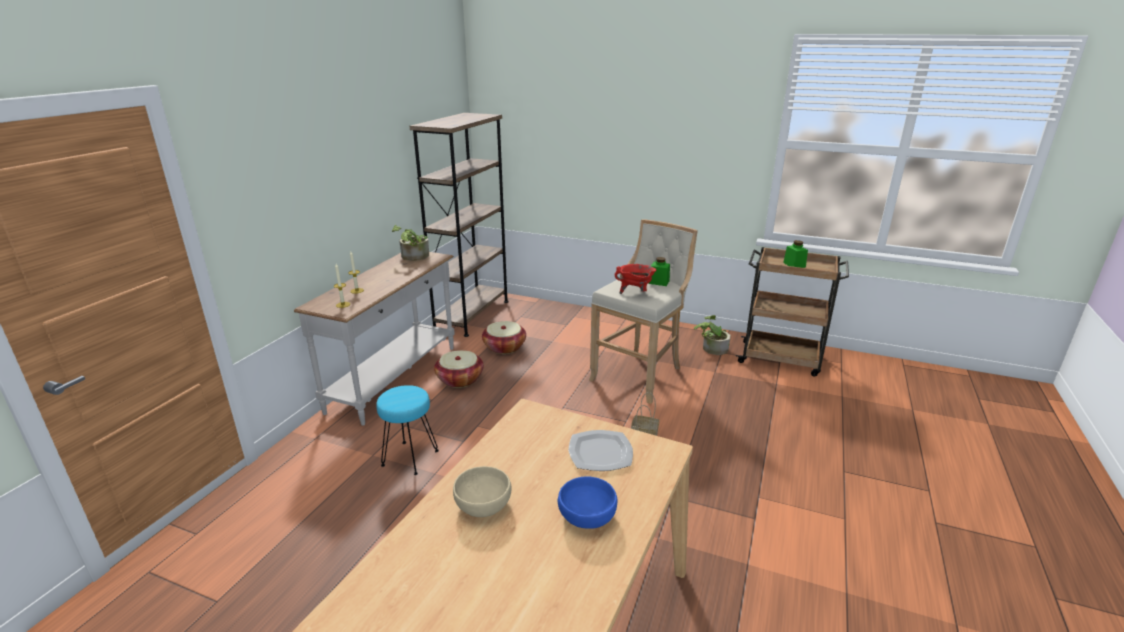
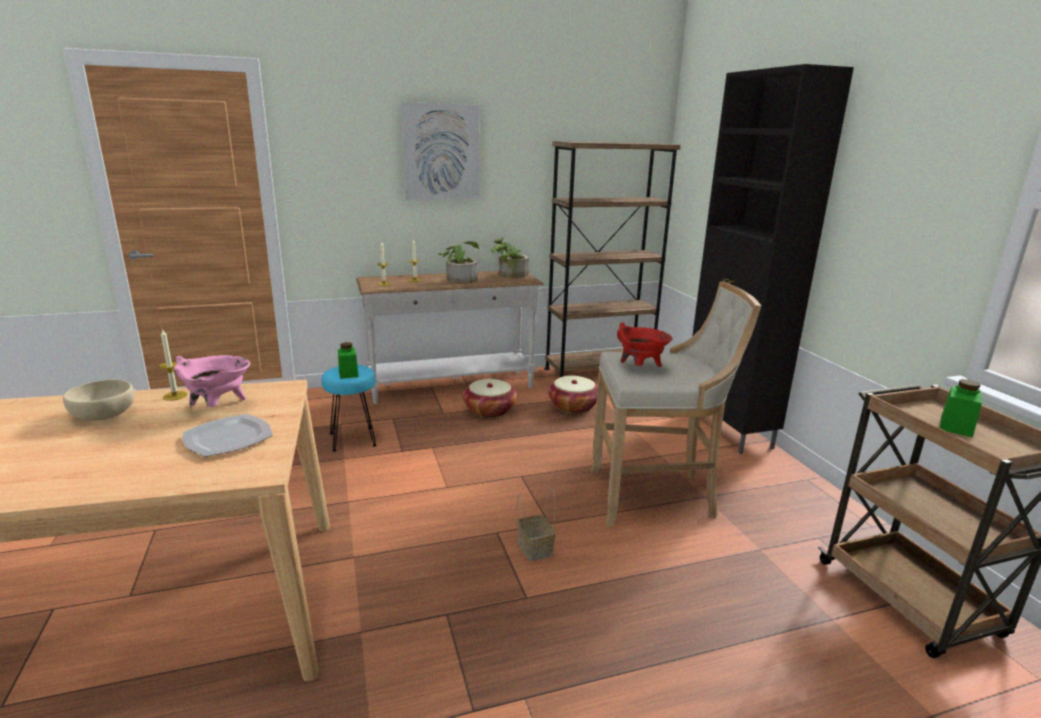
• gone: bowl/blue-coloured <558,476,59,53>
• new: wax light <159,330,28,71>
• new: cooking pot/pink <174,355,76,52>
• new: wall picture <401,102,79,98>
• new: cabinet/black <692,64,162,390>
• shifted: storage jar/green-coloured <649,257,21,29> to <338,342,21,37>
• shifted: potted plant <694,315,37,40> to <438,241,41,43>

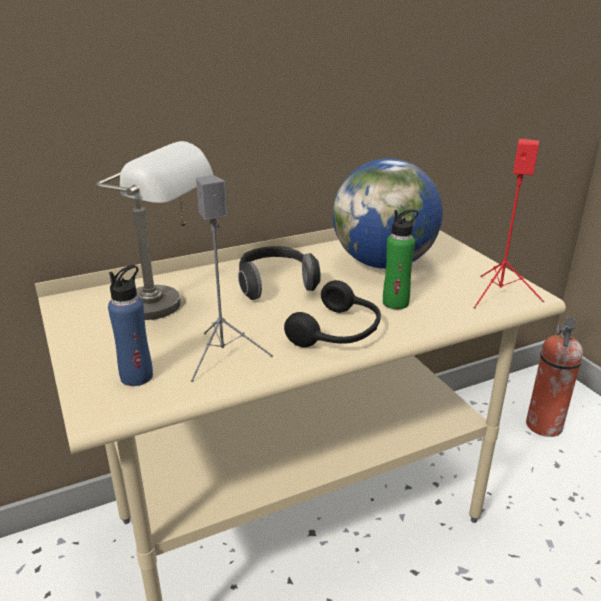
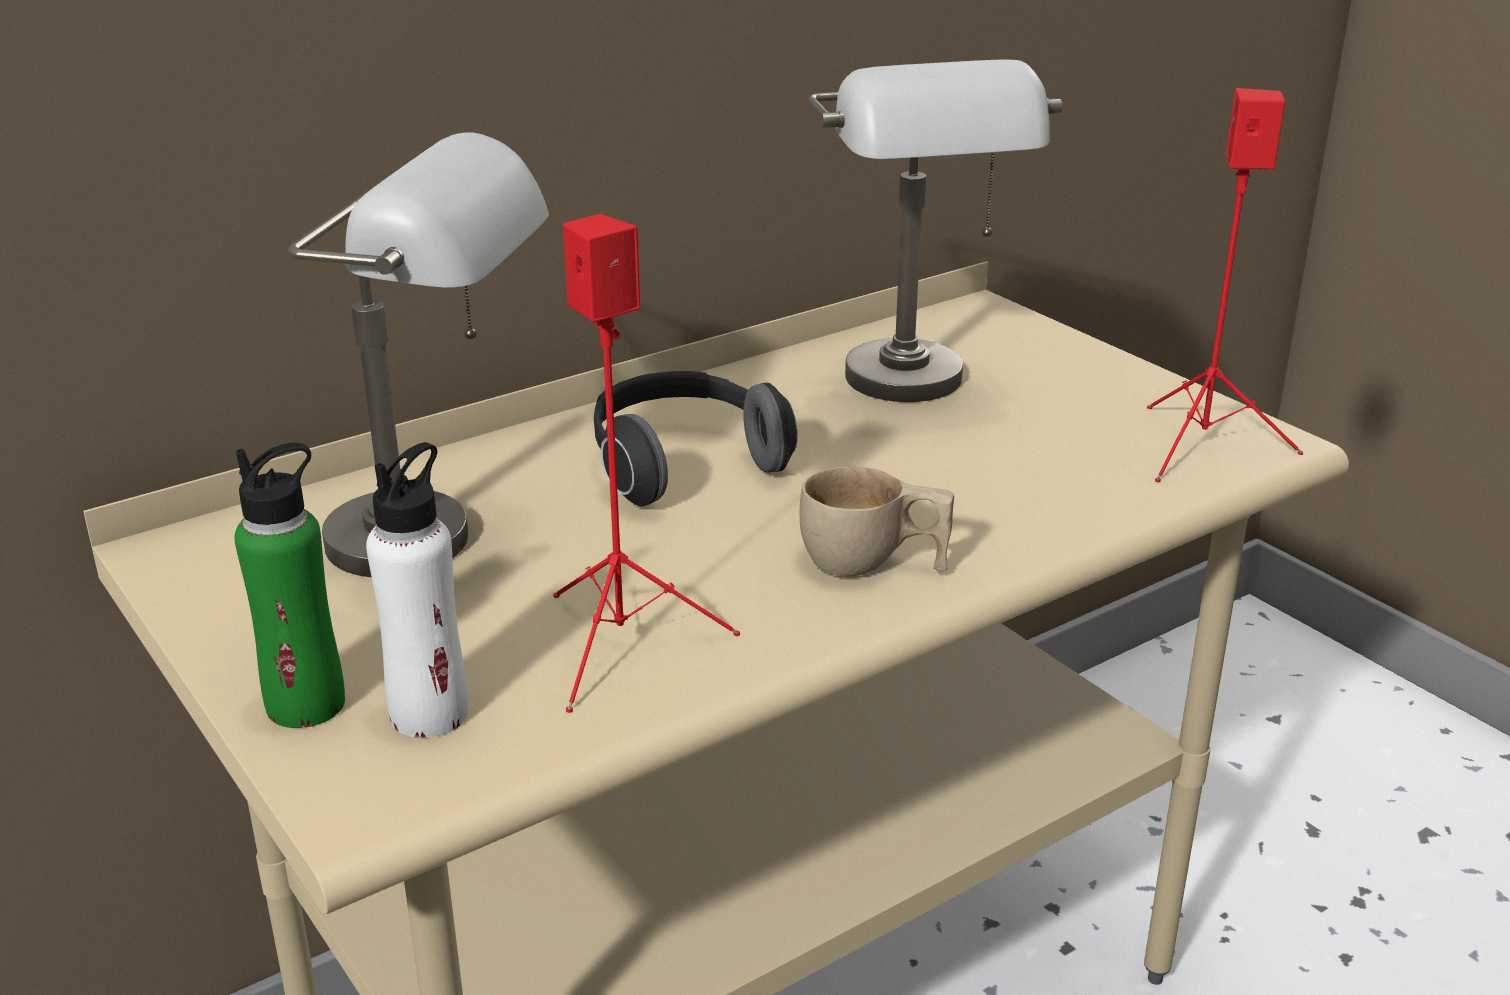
• gone: extinguisher <526,316,57,121>
• shifted: bottle/green-coloured <383,209,36,100> to <235,443,110,285>
• swapped: headset/black <284,280,97,67> to drinking cup/sand-coloured <800,466,154,110>
• swapped: desk globe <333,158,110,111> to table lamp/greyish <808,59,254,343>
• repainted: bottle/blue-coloured <108,265,45,121> to bottle/white <366,442,102,296>
• repainted: loudspeaker/greyish <191,175,82,207> to loudspeaker/red-coloured <553,214,187,499>

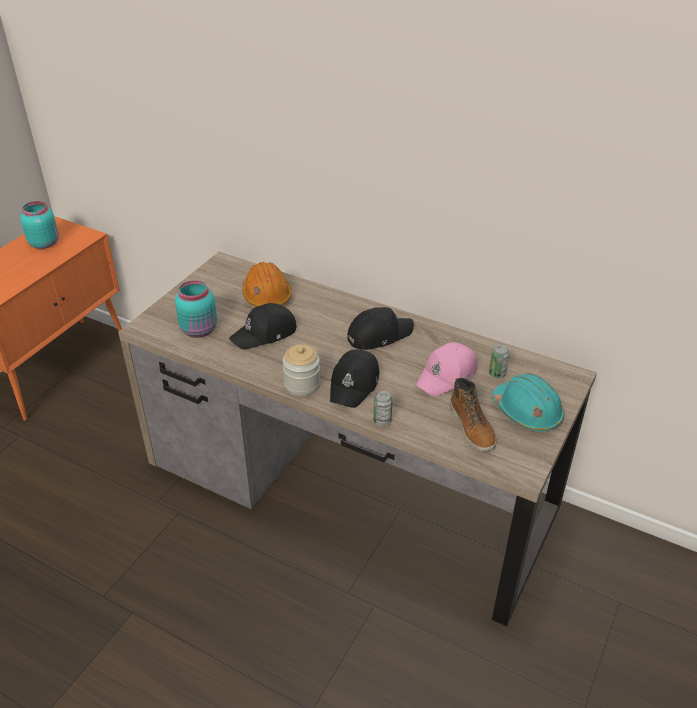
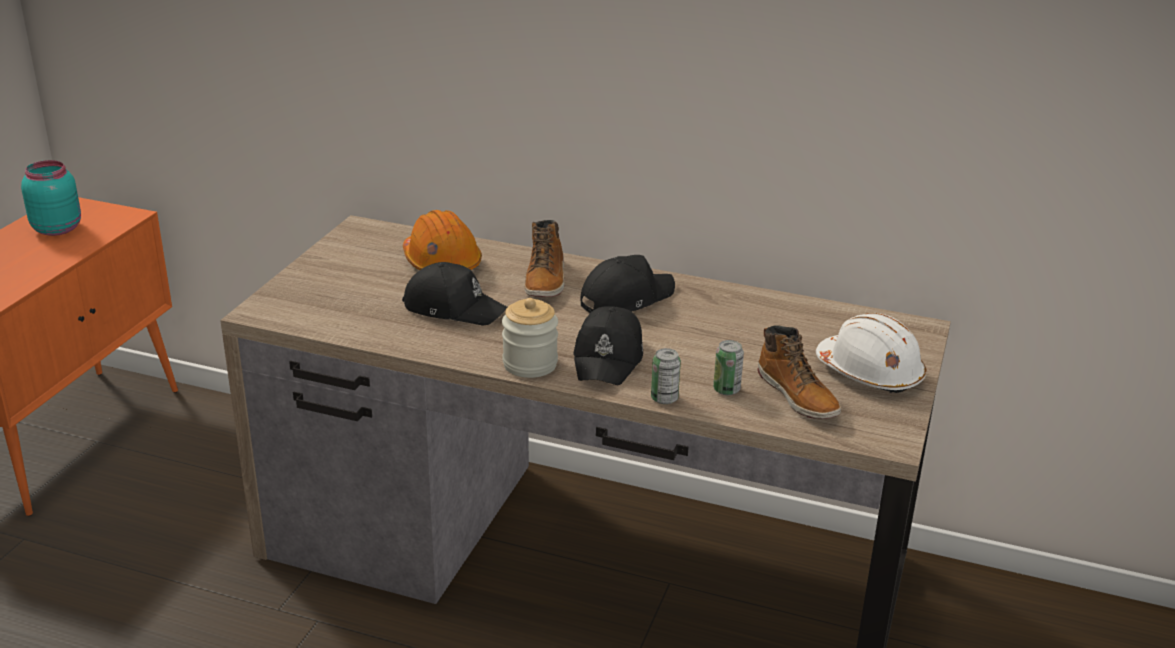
• gone: storage jar/blue-green <175,280,42,58>
• gone: cap/pink <416,342,61,55>
• new: high-top boot <525,220,39,77>
• shifted: metal can <489,345,20,33> to <713,340,31,55>
• repainted: work helmet/blue-green <492,373,72,59> to work helmet/white <816,313,110,80>
• rotated: cap/black <229,303,67,46> = <402,262,105,64> 120 degrees counterclockwise

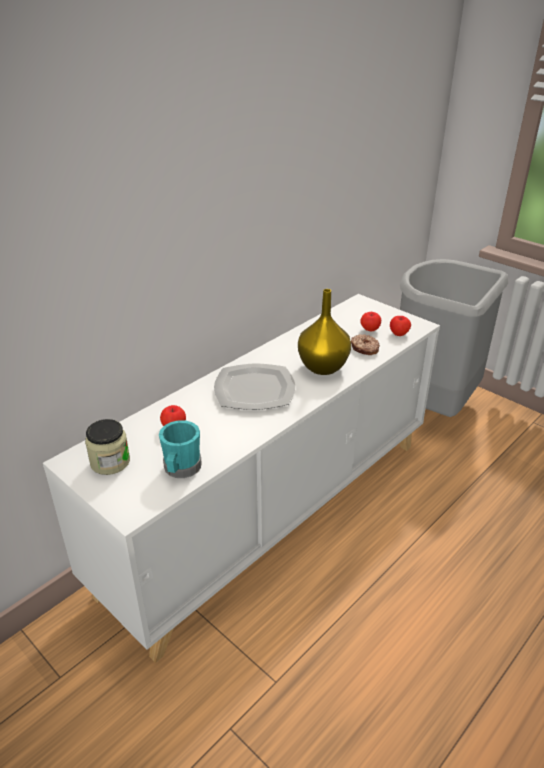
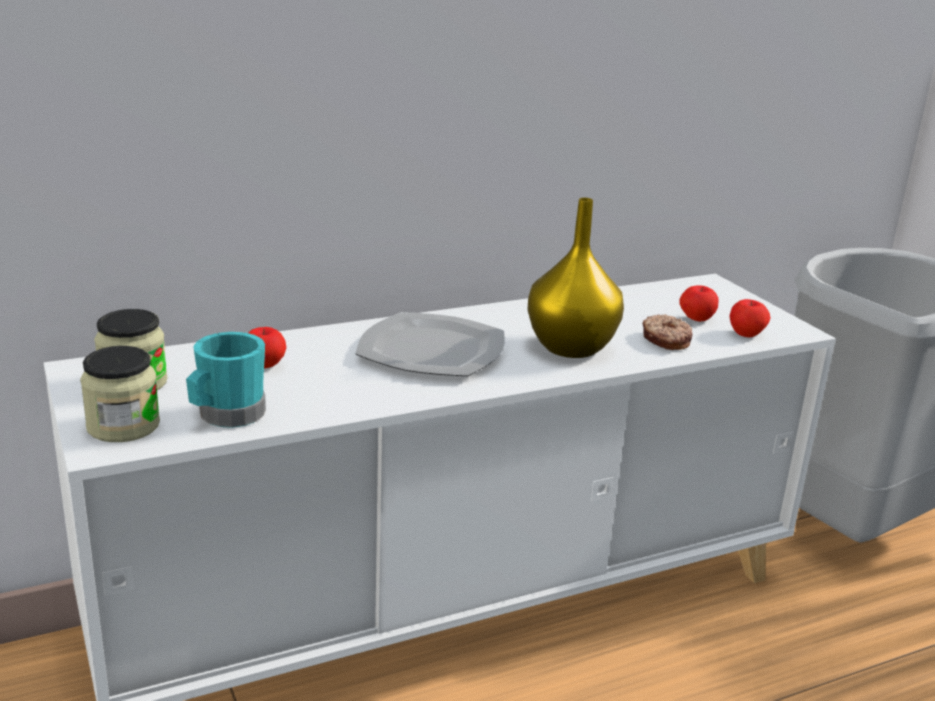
• new: storage jar <80,346,80,96>

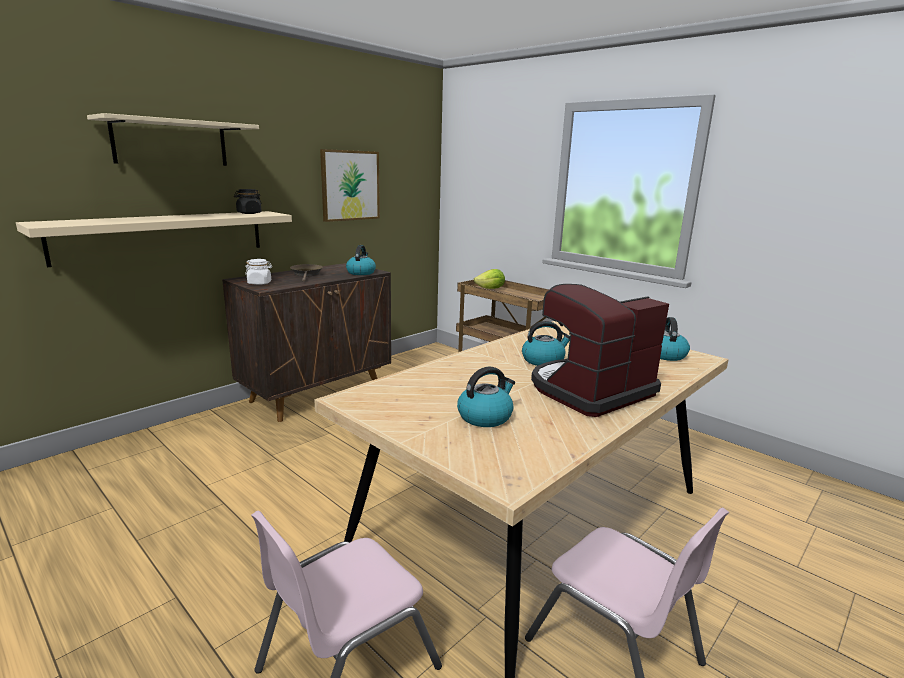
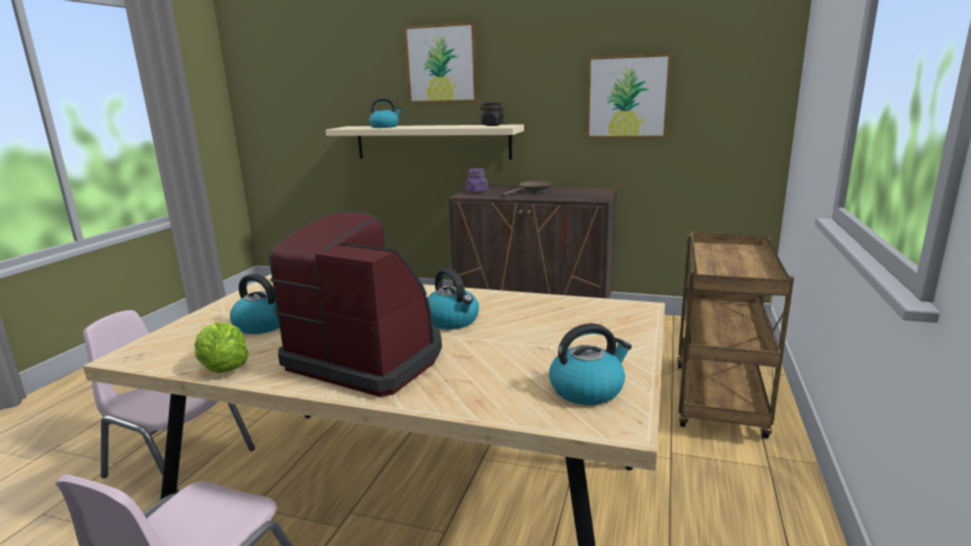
• shifted: tea kettle <346,245,30,30> to <369,98,33,30>
• shifted: lettuce head <474,269,31,20> to <195,322,54,51>
• swapped: shelf/sand-coloured <87,113,172,53> to wall picture <404,22,74,81>
• repainted: storage jar/white <245,259,27,26> to storage jar/purplish <465,168,23,25>

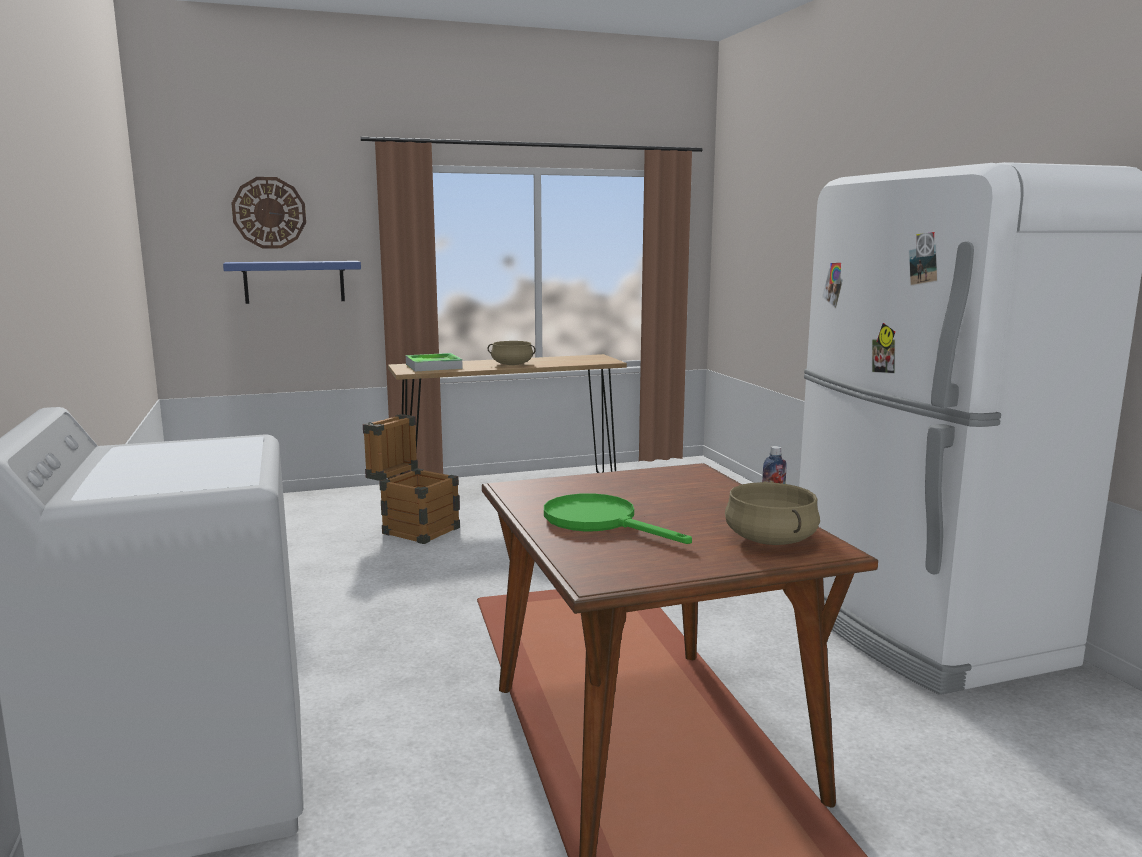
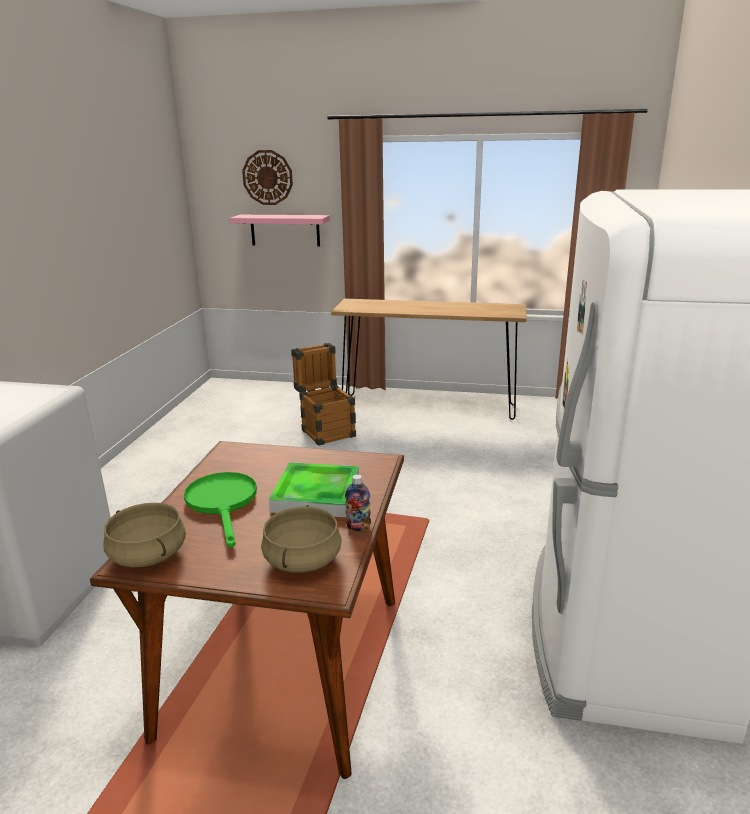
• shifted: serving tray <406,353,57,18> to <269,463,90,55>
• shifted: cooking pot/sand-coloured <488,341,48,24> to <104,503,82,64>
• repainted: shelf/blue-coloured <223,261,138,43> to shelf/pink <229,215,101,31>

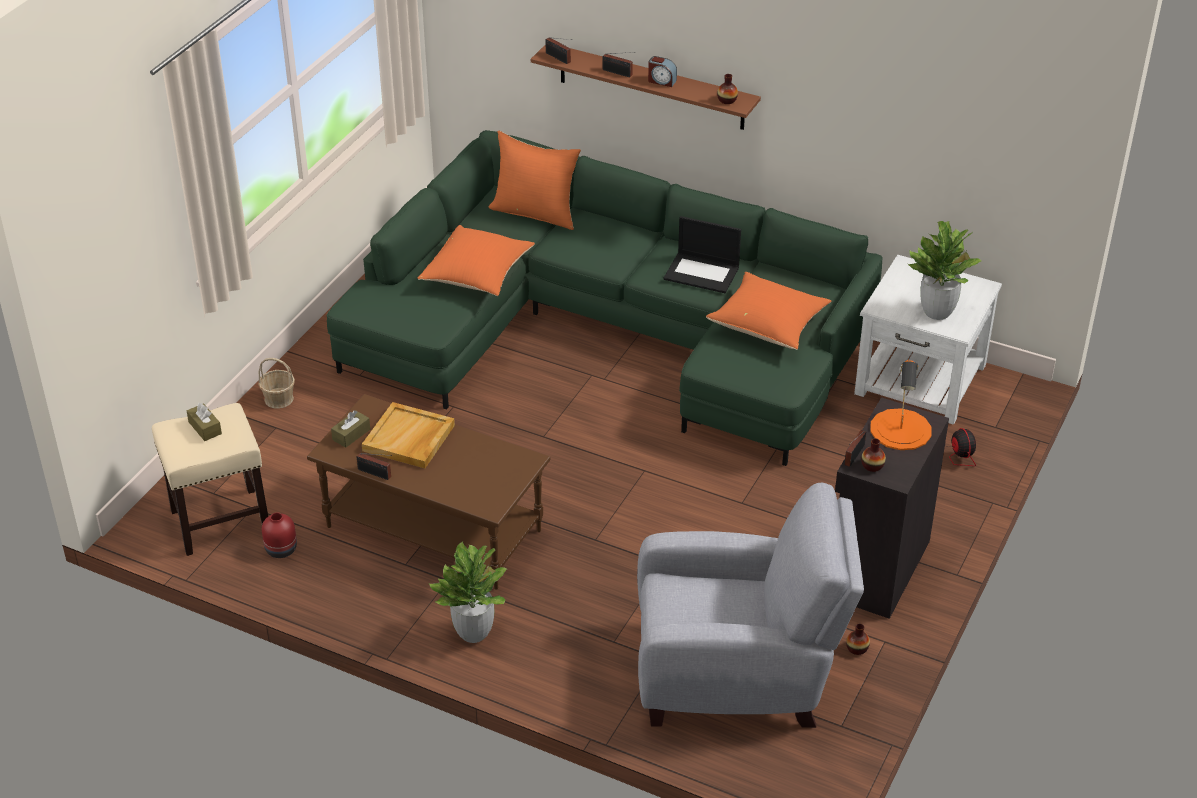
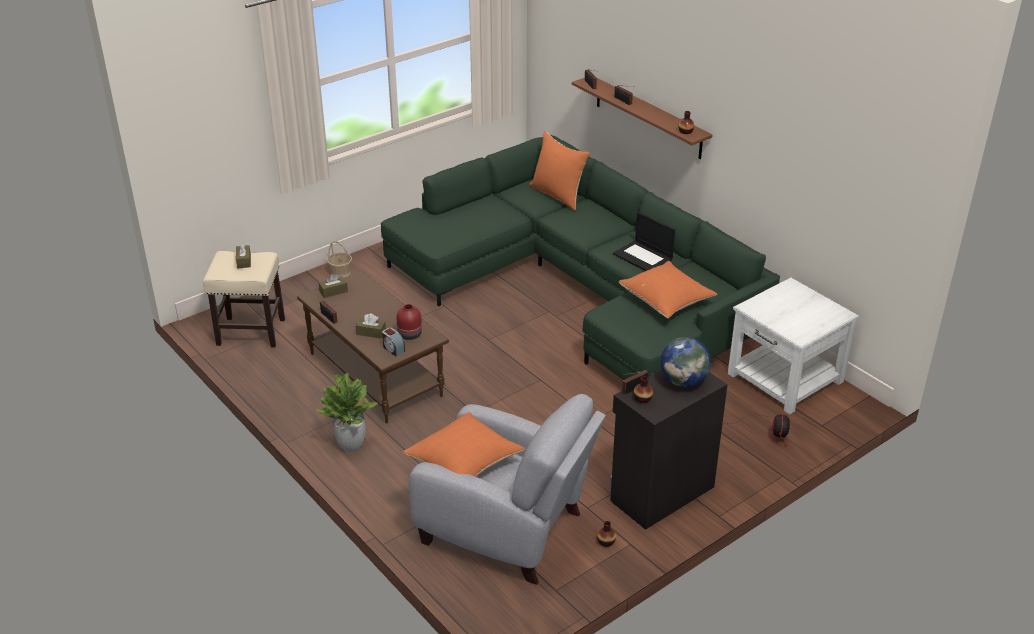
• gone: serving tray/sand-coloured <362,402,93,66>
• gone: potted plant <908,221,73,99>
• new: tissue holder/brownish <356,313,30,26>
• shifted: vase/red-coloured <262,512,35,46> to <396,304,26,36>
• shifted: pillow/orange <418,225,117,71> to <403,412,122,80>
• shifted: table clock <648,56,29,31> to <382,328,23,28>
• swapped: table lamp/orange <870,360,61,90> to desk globe <660,337,51,50>

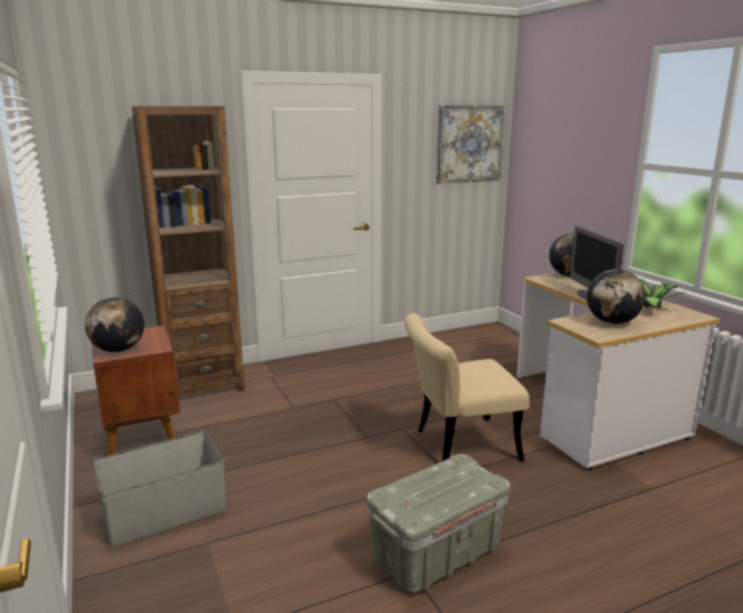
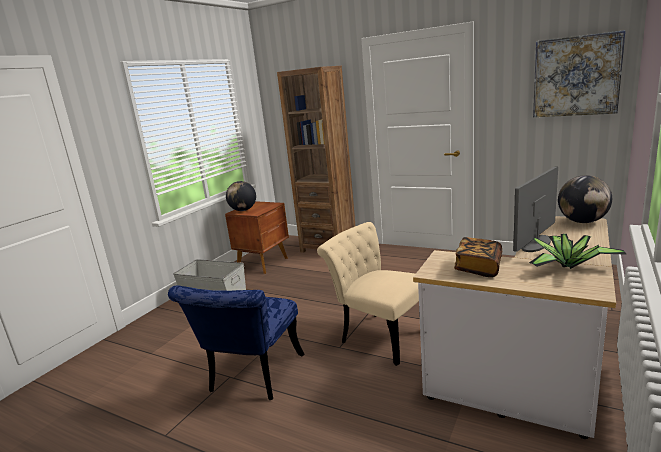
• swapped: storage box/greyish <367,454,143,138> to chair/blue-coloured <168,285,137,115>
• swapped: desk globe <587,269,59,55> to book <454,237,48,40>

